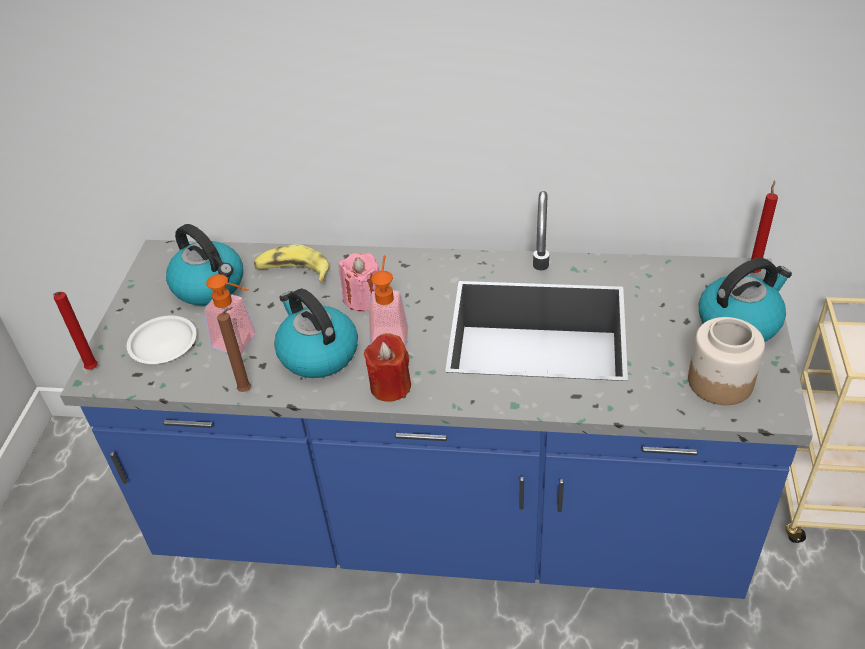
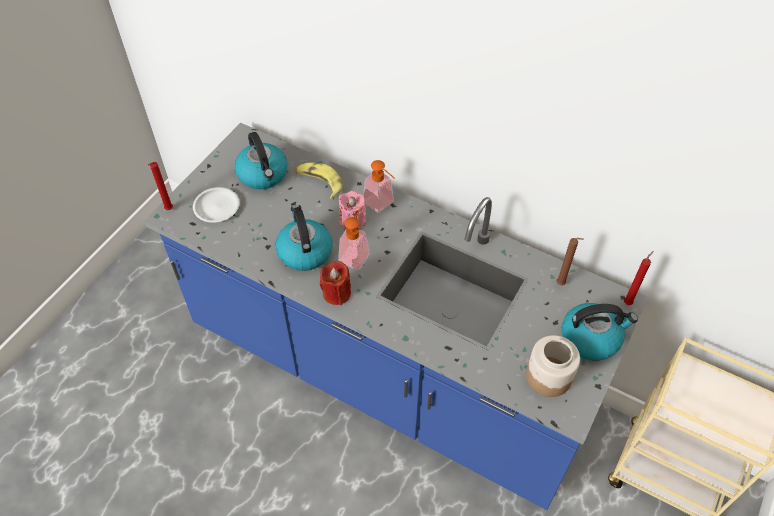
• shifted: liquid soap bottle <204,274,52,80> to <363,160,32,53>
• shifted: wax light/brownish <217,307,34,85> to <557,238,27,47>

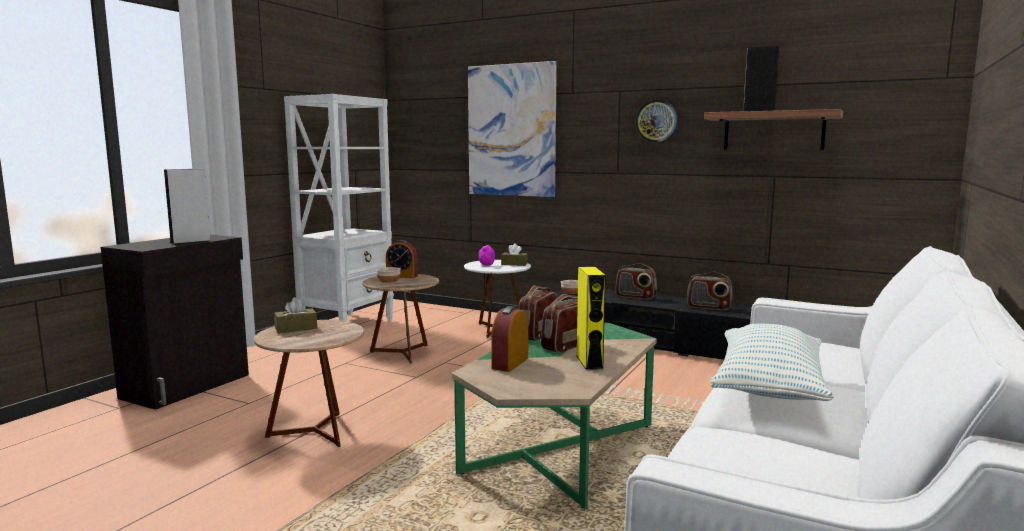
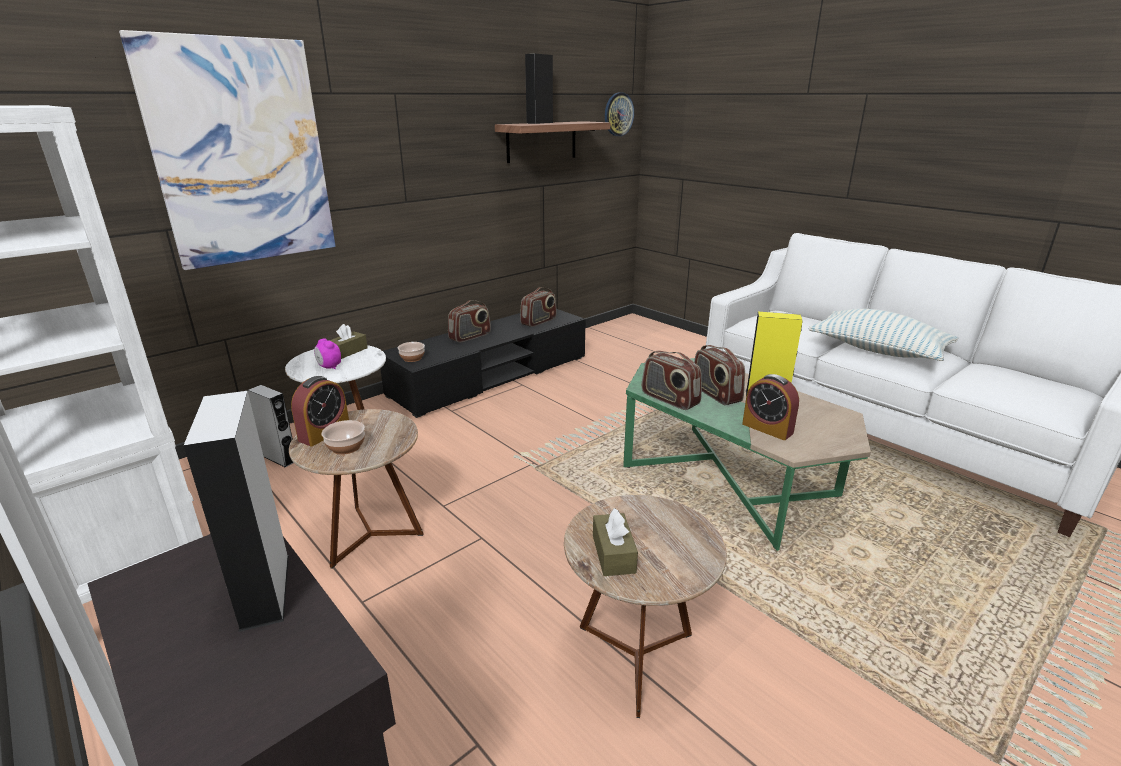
• new: loudspeaker/greyish <248,385,45,82>
• shifted: hanging clock <635,99,43,44> to <605,93,29,43>

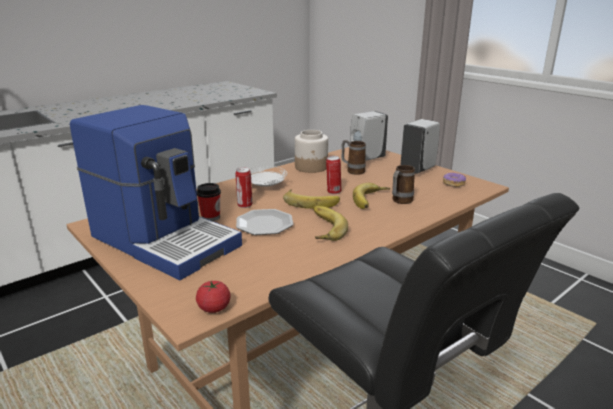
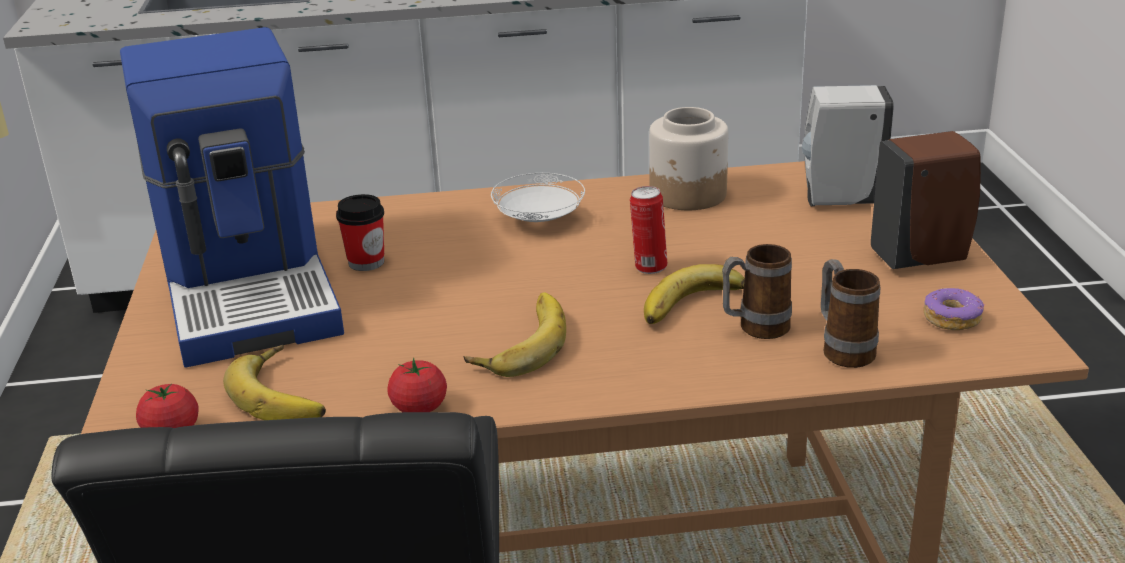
• gone: metal can <235,167,17,41>
• gone: plate <236,209,57,26>
• new: fresh tomato <387,357,60,55>
• shifted: banana <283,189,57,20> to <223,345,103,75>
• shifted: coffee mug <341,140,25,35> to <821,259,59,109>
• repainted: liquid soap bottle/white <400,119,40,55> to liquid soap bottle/brownish <871,131,110,138>

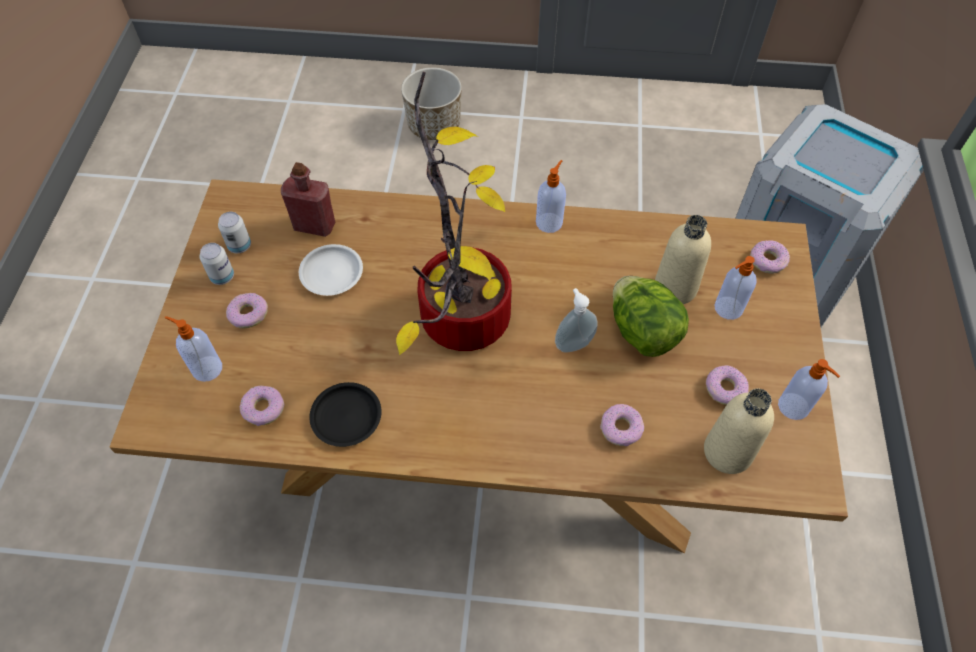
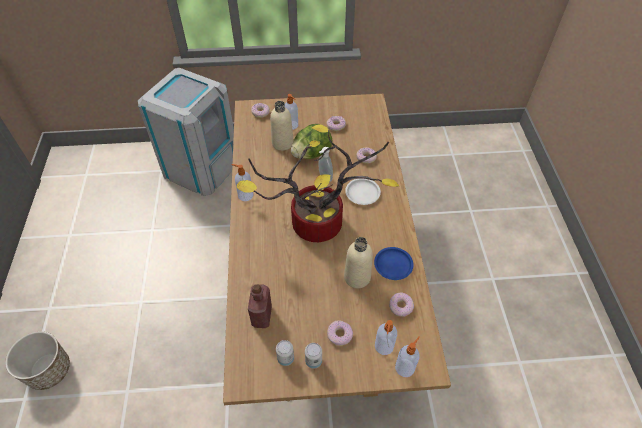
• shifted: plate/white <299,244,64,52> to <345,178,36,27>
• shifted: bottle/sand-coloured <704,388,70,86> to <344,237,29,51>
• shifted: liquid soap bottle <778,359,62,61> to <395,337,25,40>
• repainted: plate/black <309,382,72,65> to plate/blue-coloured <374,247,40,33>

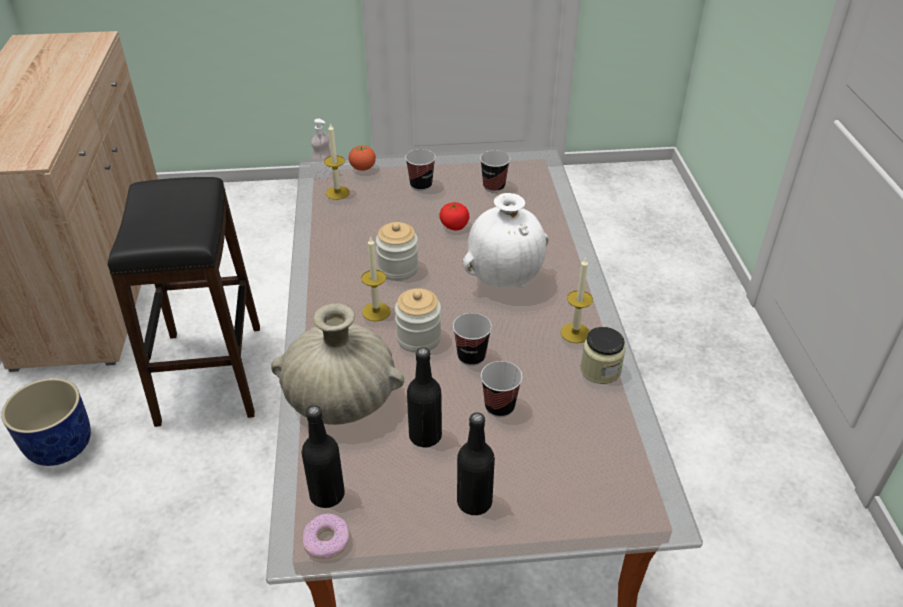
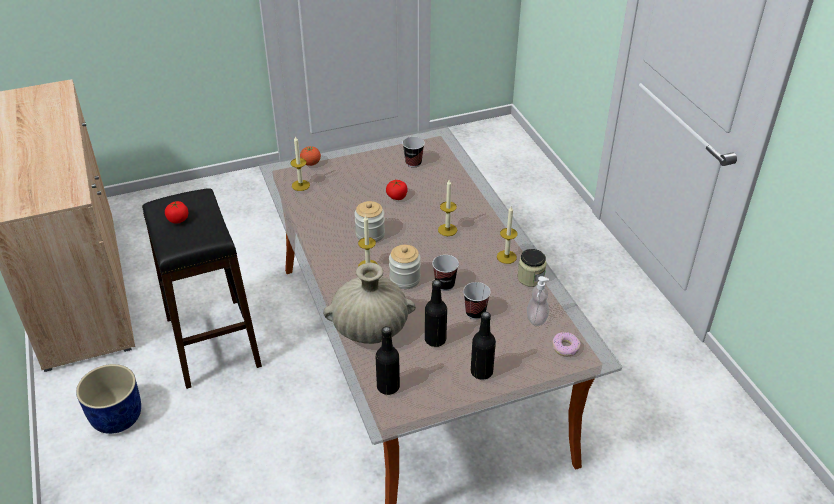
• gone: drinking cup <405,149,31,42>
• new: fresh tomato <165,201,23,23>
• shifted: ring doughnut <302,514,49,45> to <552,332,29,24>
• shifted: liquid soap bottle <310,119,22,60> to <527,276,22,50>
• swapped: vase/white <462,193,87,95> to wax light <438,180,19,56>

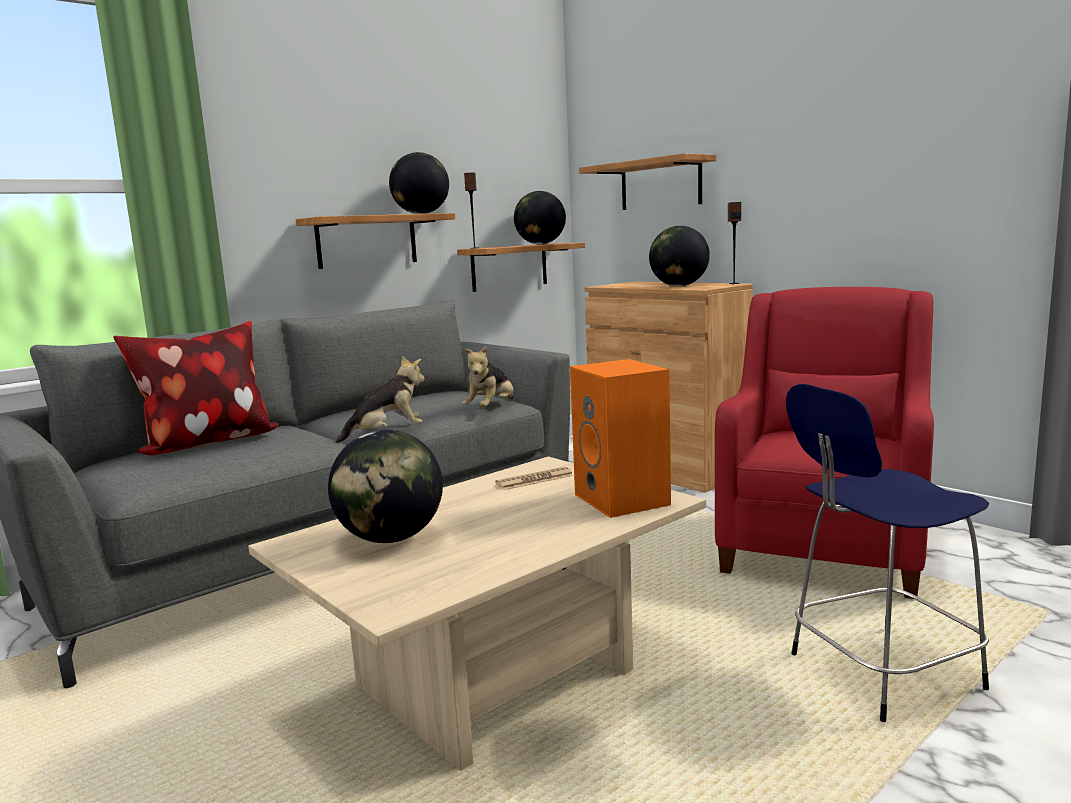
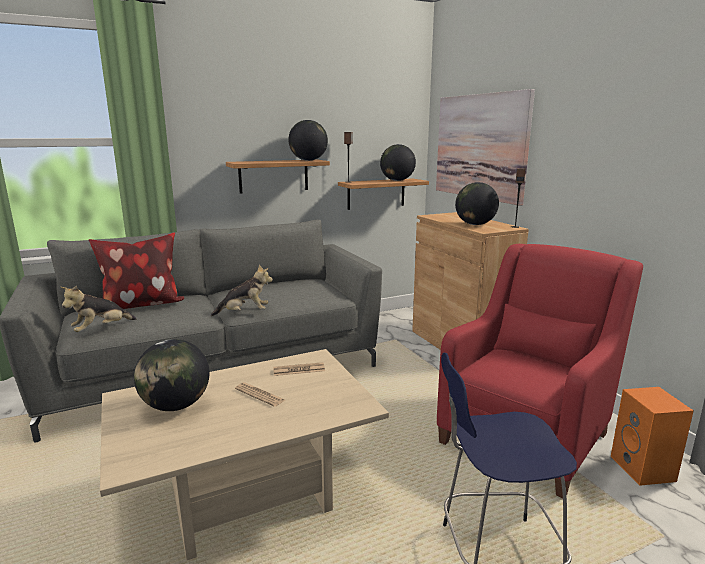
• new: printed paper <235,383,50,24>
• shifted: plush toy <462,345,51,62> to <61,285,76,47>
• shifted: loudspeaker/orange <570,359,101,159> to <611,387,83,99>
• swapped: shelf <579,153,137,57> to wall picture <436,89,99,117>

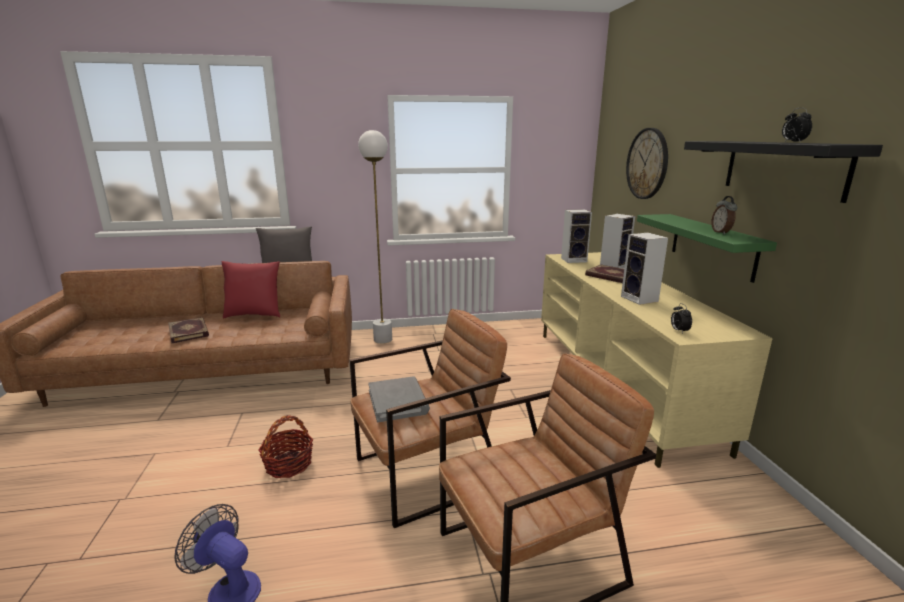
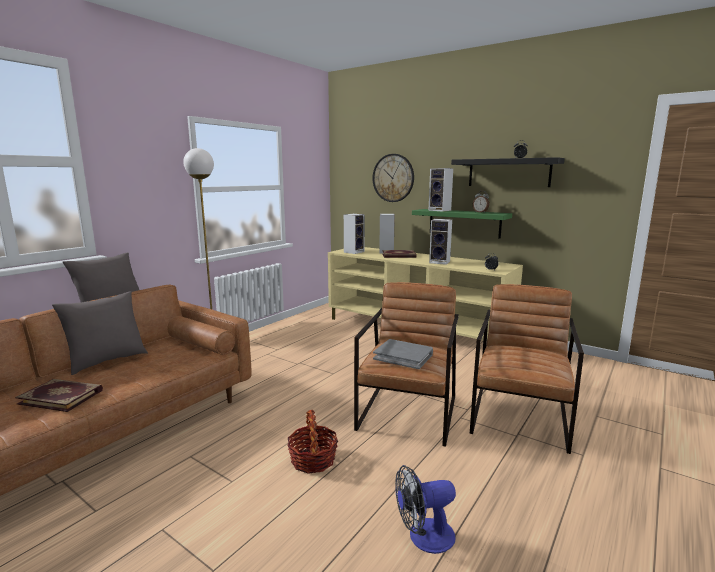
• new: loudspeaker <429,168,24,44>
• repainted: pillow/red-coloured <222,261,58,57> to pillow/greyish <52,291,96,84>

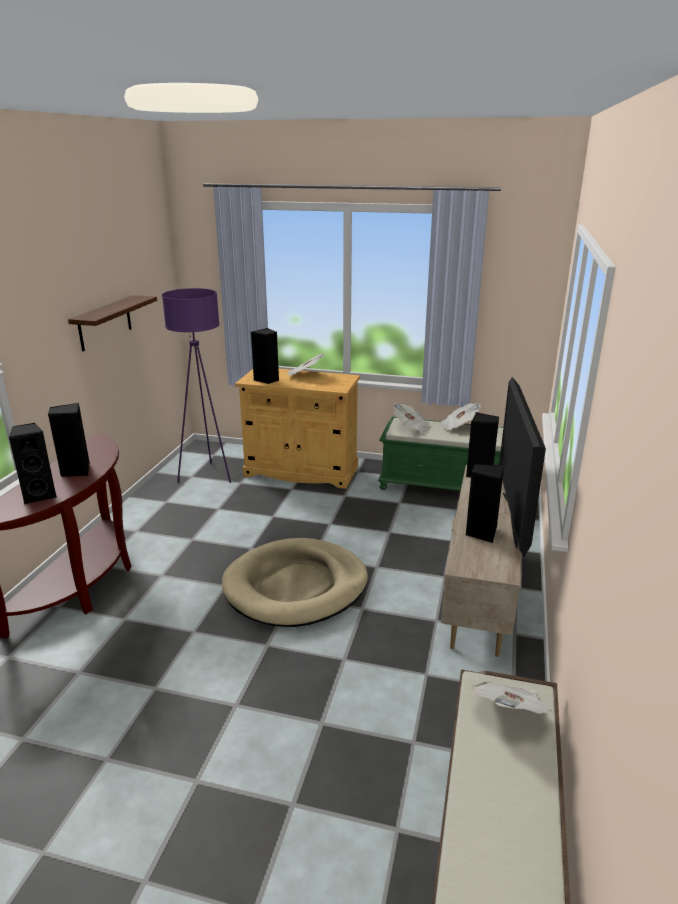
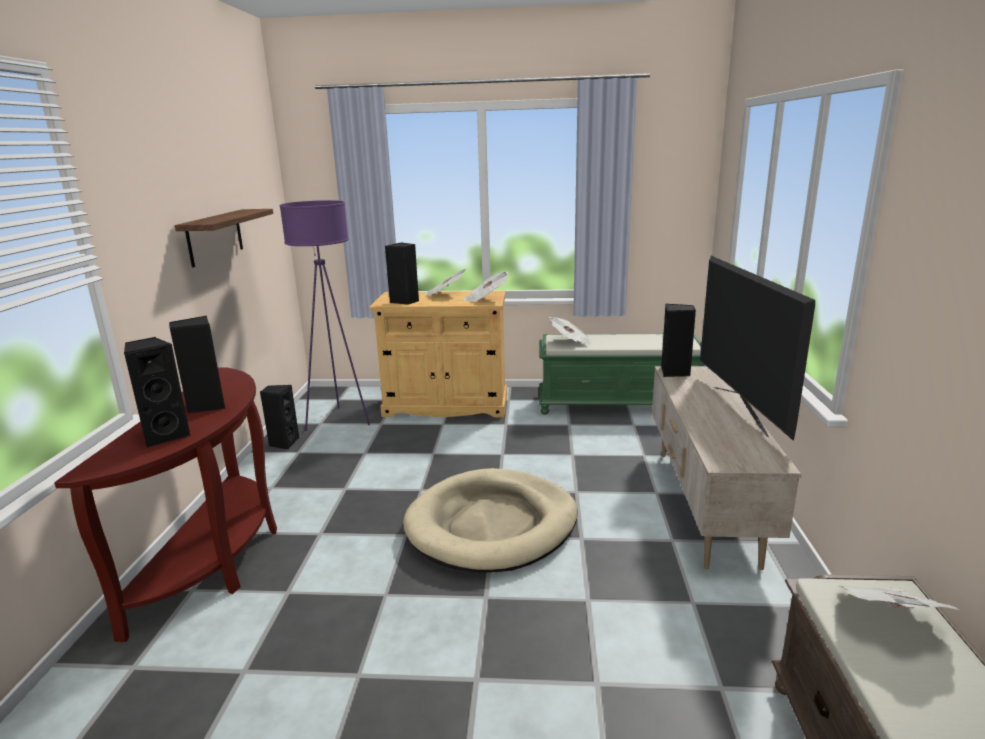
• shifted: printed paper <438,403,43,28> to <463,271,46,31>
• shifted: loudspeaker/black <465,464,39,79> to <260,385,39,65>

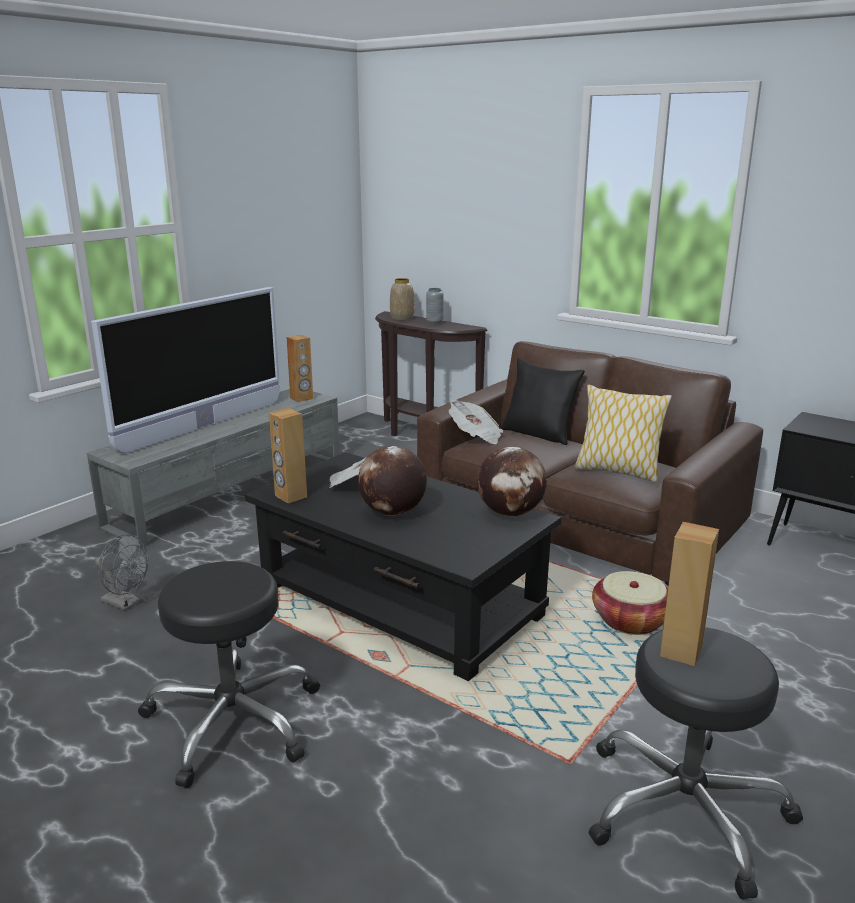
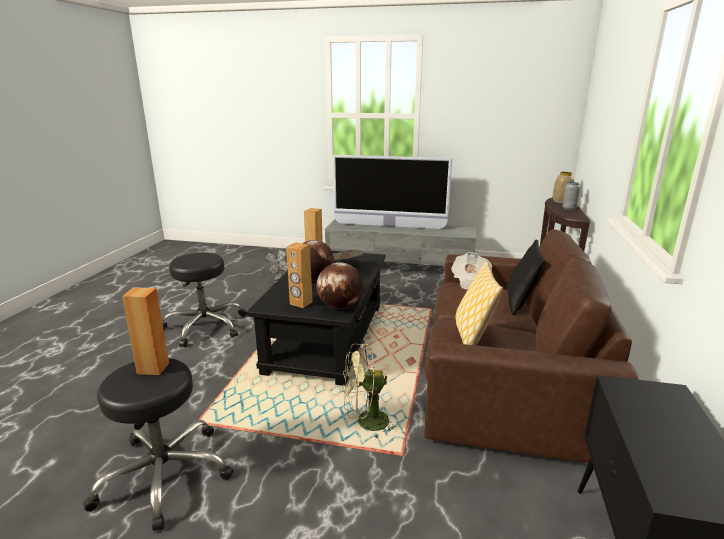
• shifted: loudspeaker/brownish <287,335,26,67> to <286,242,27,66>
• swapped: household basket <592,571,76,64> to cooling fan/green-coloured <343,344,53,95>

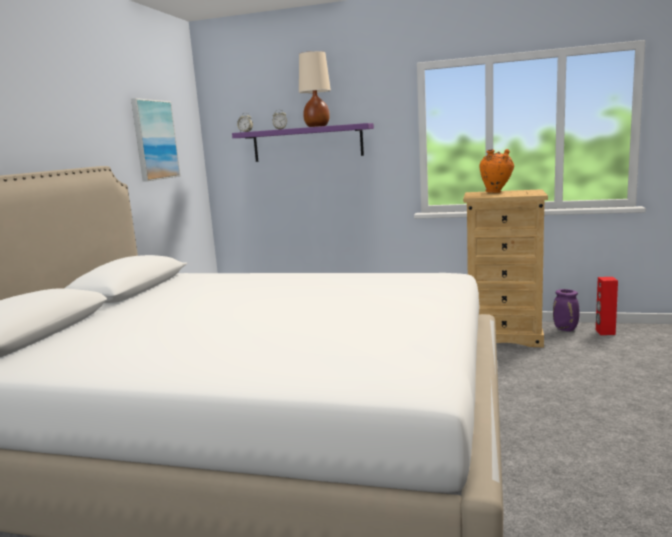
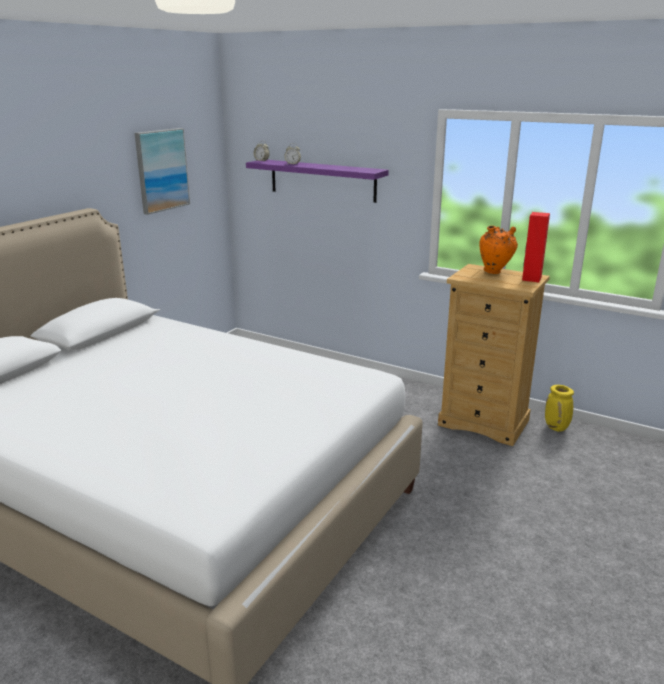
• gone: table lamp/sand-coloured <299,51,32,76>
• shifted: loudspeaker/red-coloured <596,277,22,58> to <522,212,28,70>
• repainted: vase/purplish <553,289,27,42> to vase/yellow <545,385,29,47>

